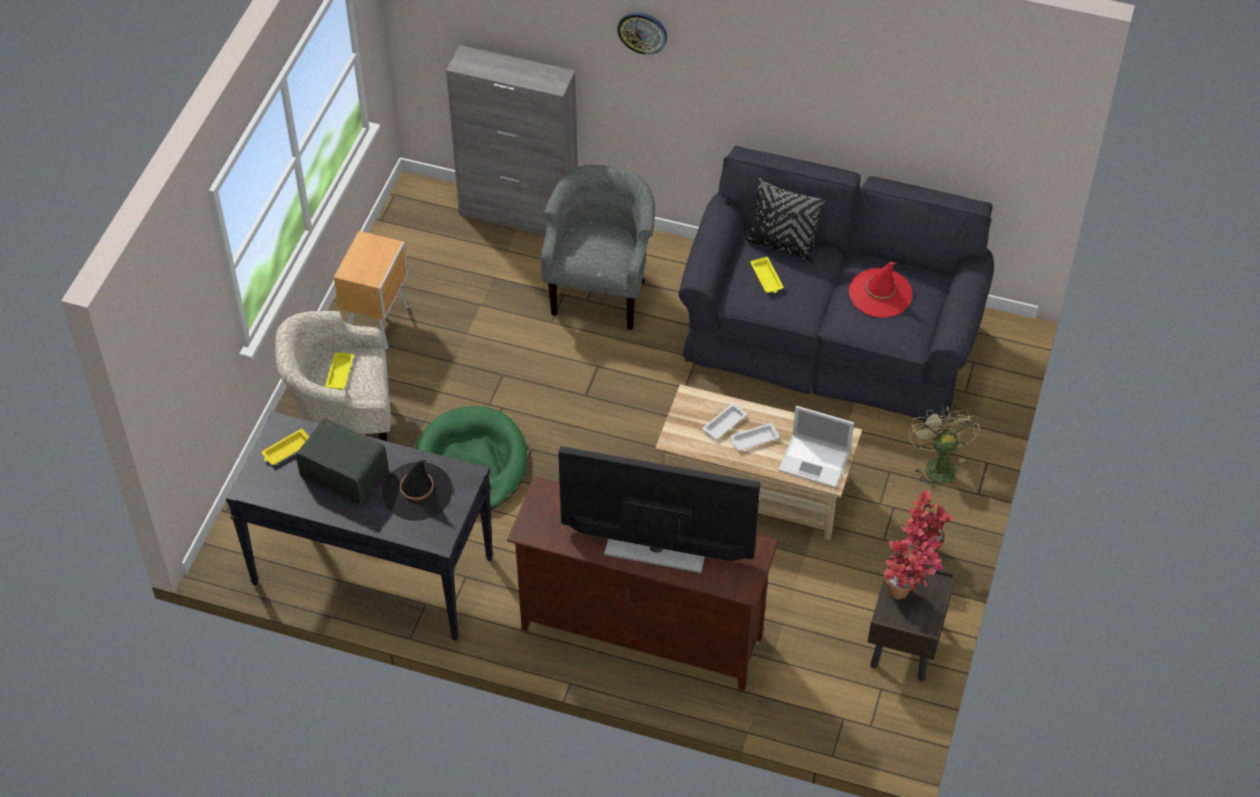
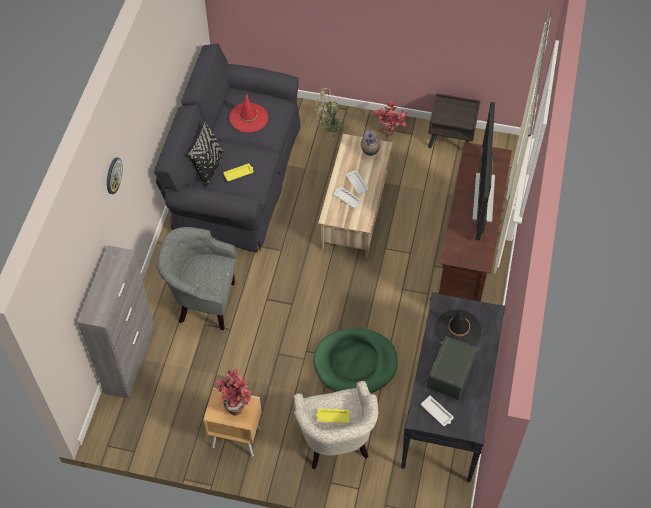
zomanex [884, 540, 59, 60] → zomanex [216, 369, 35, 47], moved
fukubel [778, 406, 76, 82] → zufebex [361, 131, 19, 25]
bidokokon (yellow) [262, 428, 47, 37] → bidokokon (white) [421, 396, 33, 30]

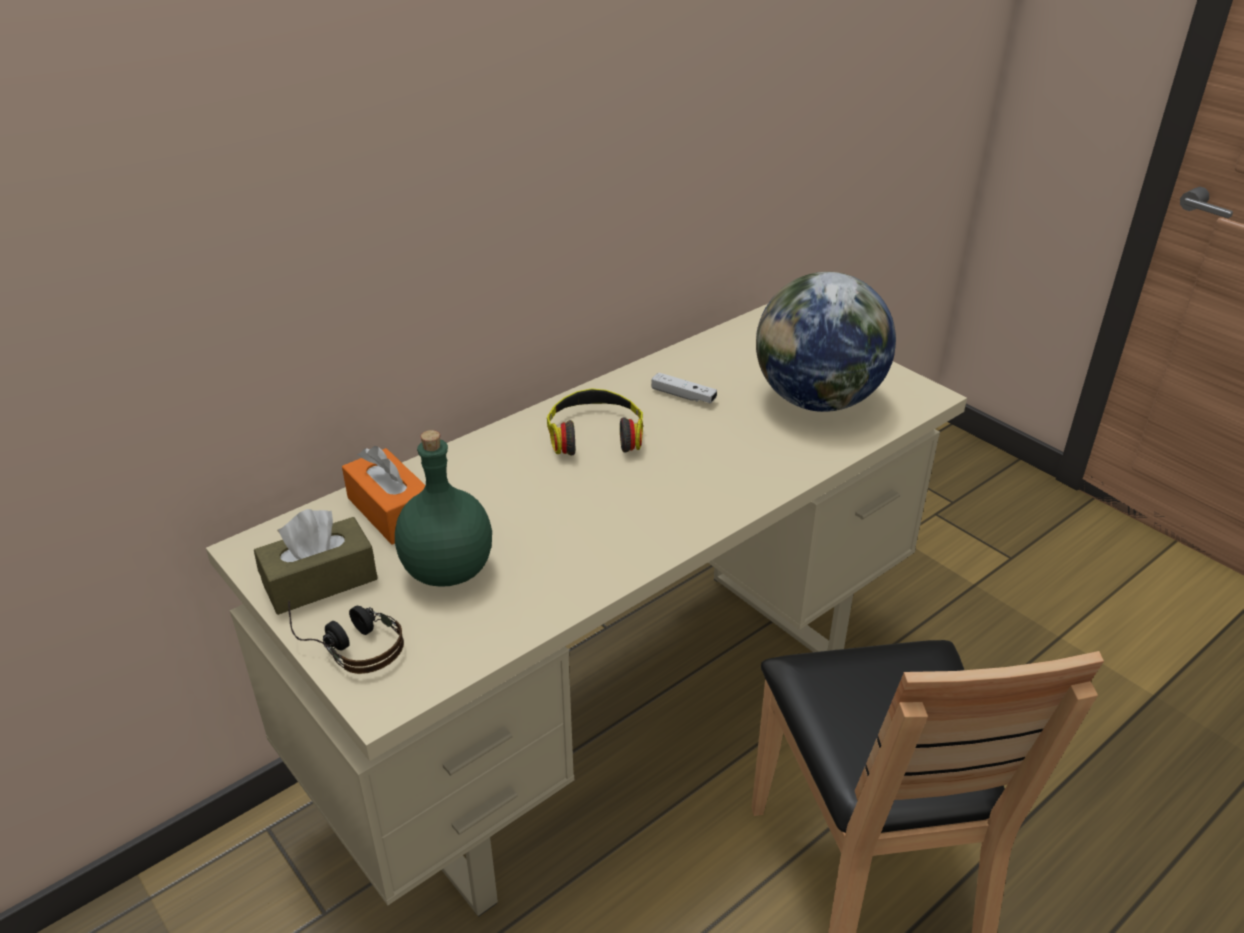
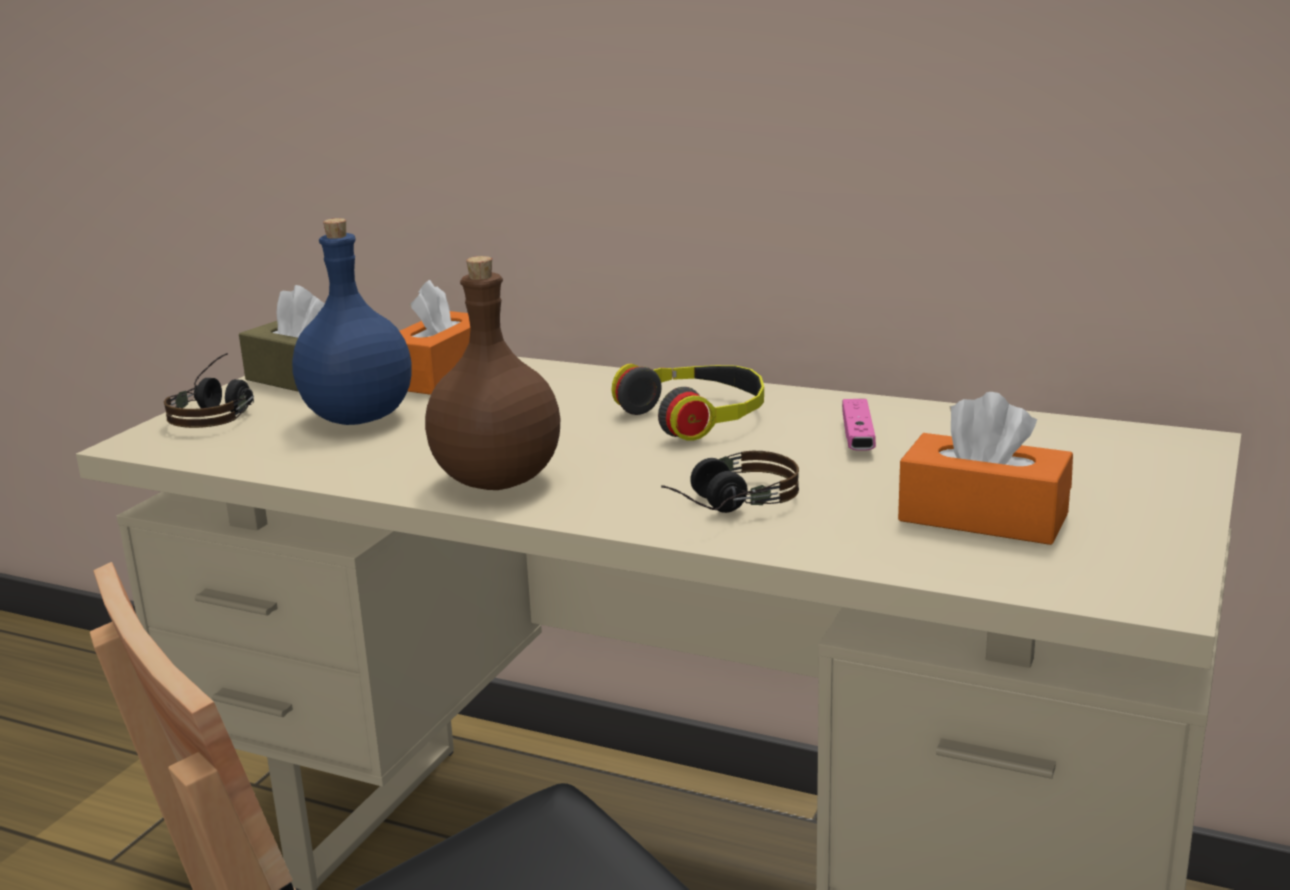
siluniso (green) [395, 430, 97, 157] → siluniso (blue) [292, 218, 119, 207]
- → siluniso (brown) [425, 256, 135, 234]
- → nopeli [661, 451, 138, 62]
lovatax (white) [651, 372, 66, 31] → lovatax (pink) [842, 399, 34, 51]
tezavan [756, 272, 140, 140] → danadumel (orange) [898, 392, 175, 153]

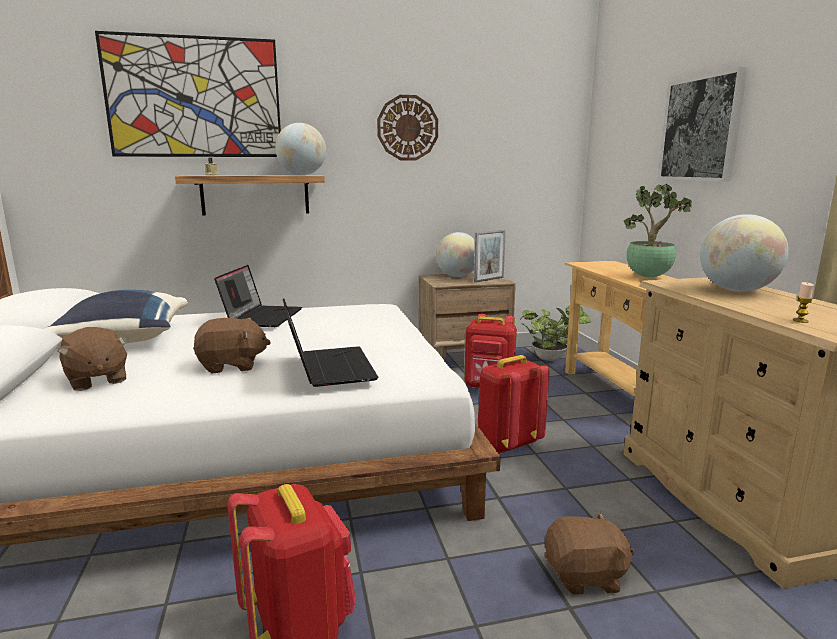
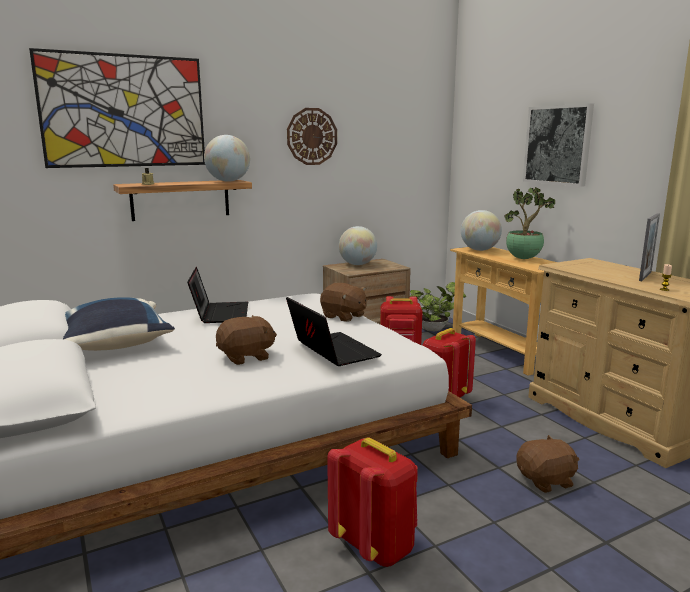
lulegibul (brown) [57, 327, 72, 64] → lulegibul (brown) [320, 283, 47, 39], moved
tezavan [700, 214, 89, 78] → tezavan [461, 210, 41, 41], moved
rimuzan [474, 230, 32, 53] → rimuzan [639, 213, 21, 68], moved

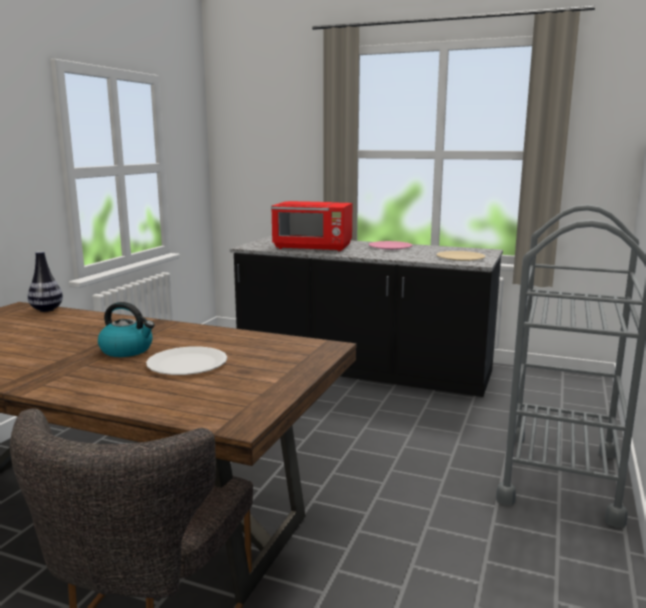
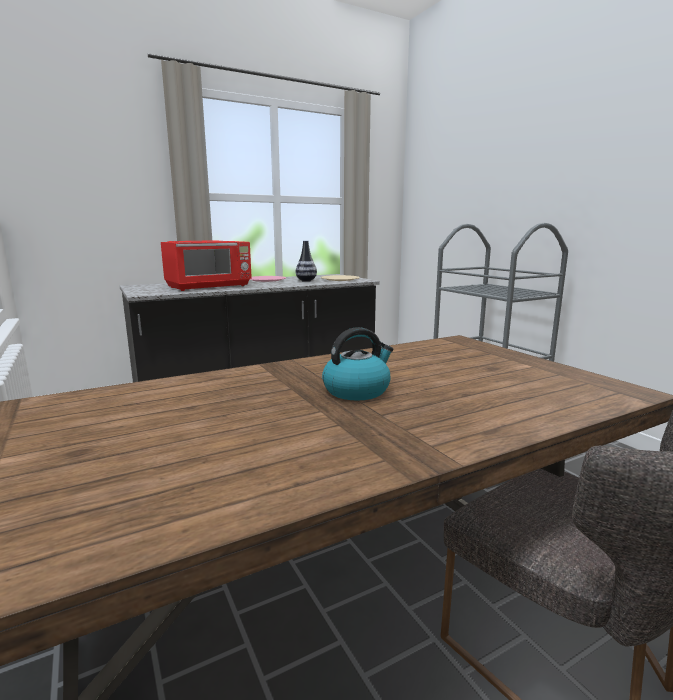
zufebex [28, 251, 35, 61] → zufebex [296, 240, 21, 42], moved
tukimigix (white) [146, 347, 81, 28] → -

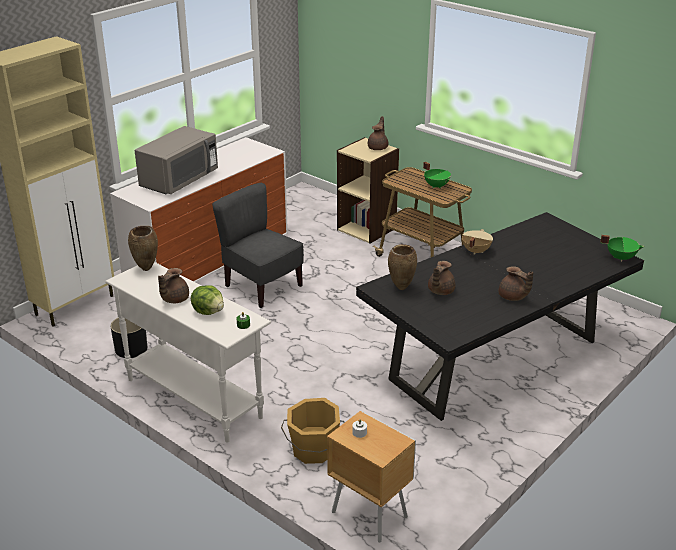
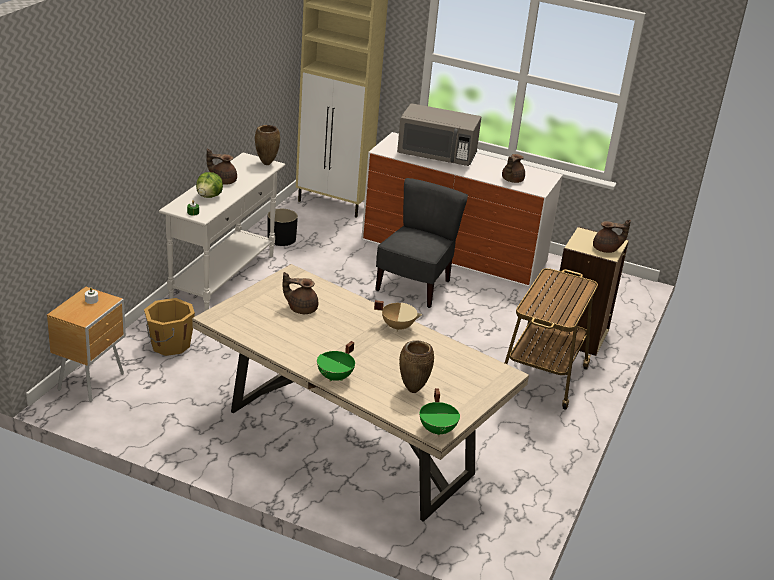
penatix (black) [356, 212, 288, 209] → penatix (beige) [192, 264, 337, 258]
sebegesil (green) [423, 162, 28, 26] → sebegesil (green) [317, 341, 38, 41], moved
zufebex (brown) [388, 244, 29, 46] → zufebex (brown) [399, 340, 35, 53], moved
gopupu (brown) [499, 266, 34, 35] → gopupu (brown) [502, 154, 23, 29], moved

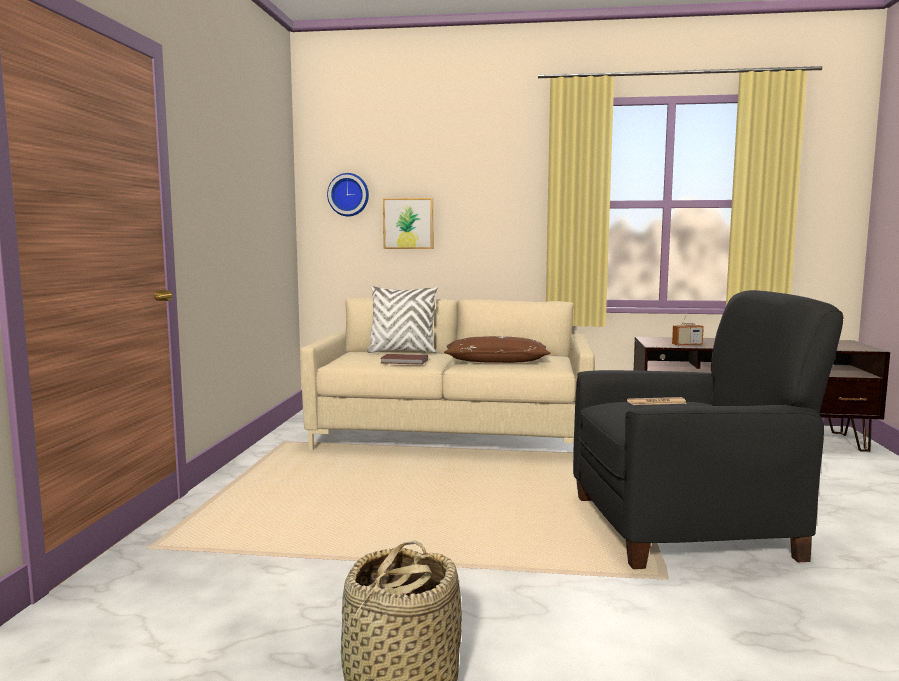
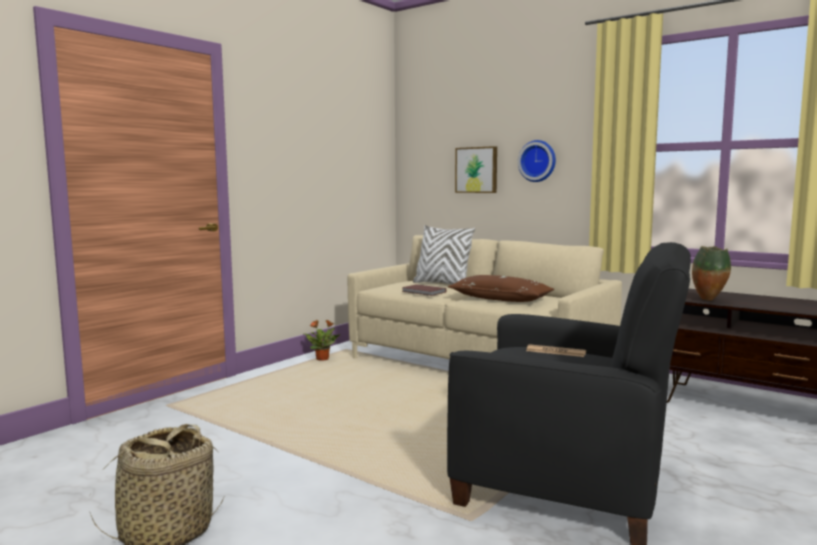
- → zomanex [303, 320, 38, 41]
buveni [327, 173, 42, 43] → buveni [518, 140, 38, 42], moved
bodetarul [672, 304, 32, 42] → zufebex [692, 246, 39, 55]

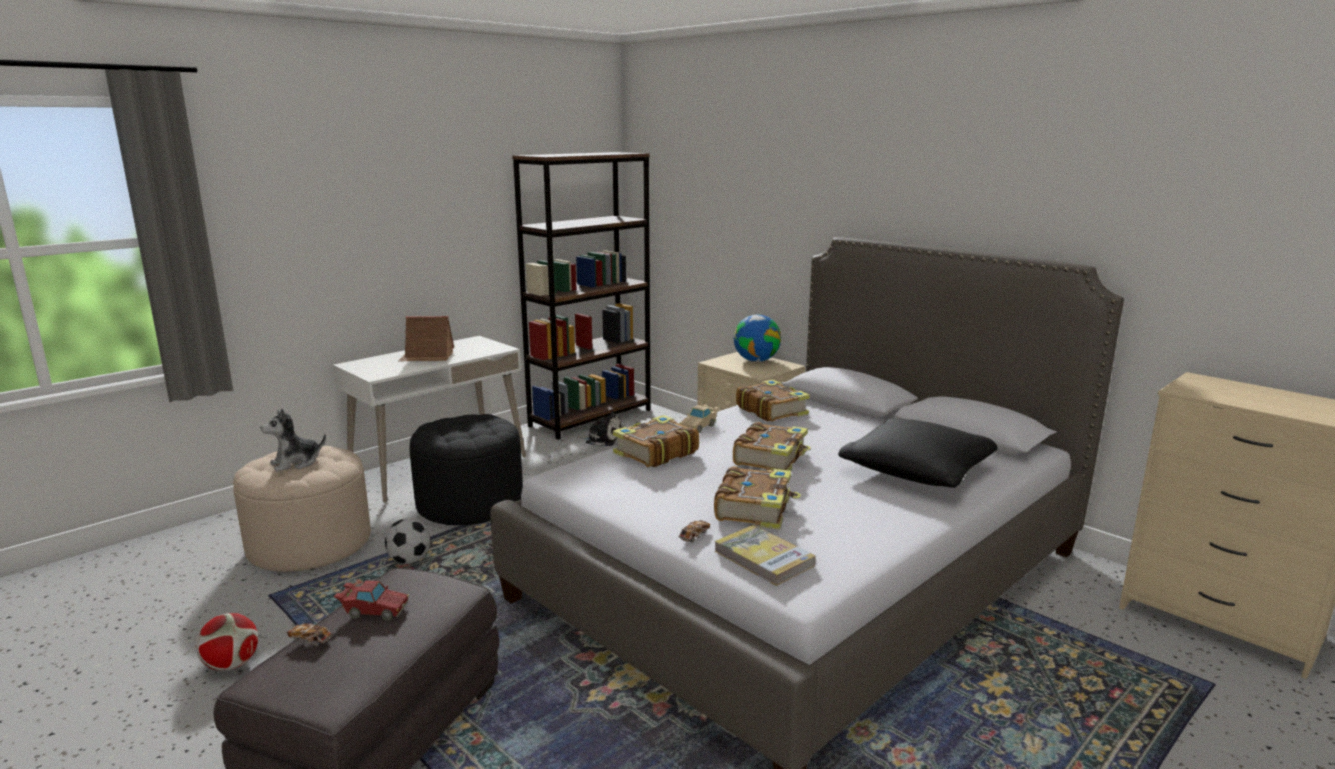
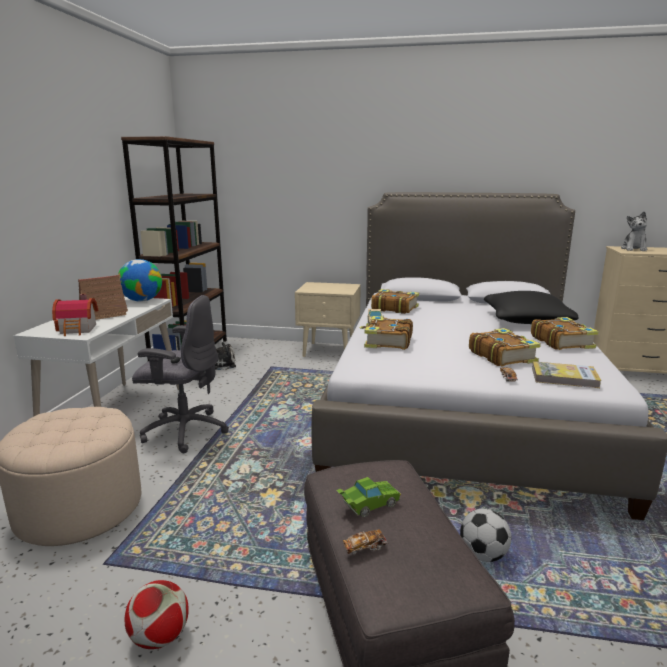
- → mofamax [52, 294, 46, 42]
tezavan [734, 315, 47, 47] → tezavan [118, 259, 44, 43], moved
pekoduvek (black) [409, 414, 114, 111] → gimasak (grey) [132, 295, 97, 158]
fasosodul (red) [334, 580, 75, 40] → fasosodul (green) [336, 477, 65, 40]
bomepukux [385, 518, 46, 46] → bomepukux [460, 509, 52, 53], moved
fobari [733, 422, 78, 49] → fobari [531, 317, 68, 33], moved
lulegibul [260, 409, 66, 63] → lulegibul [621, 211, 27, 40], moved

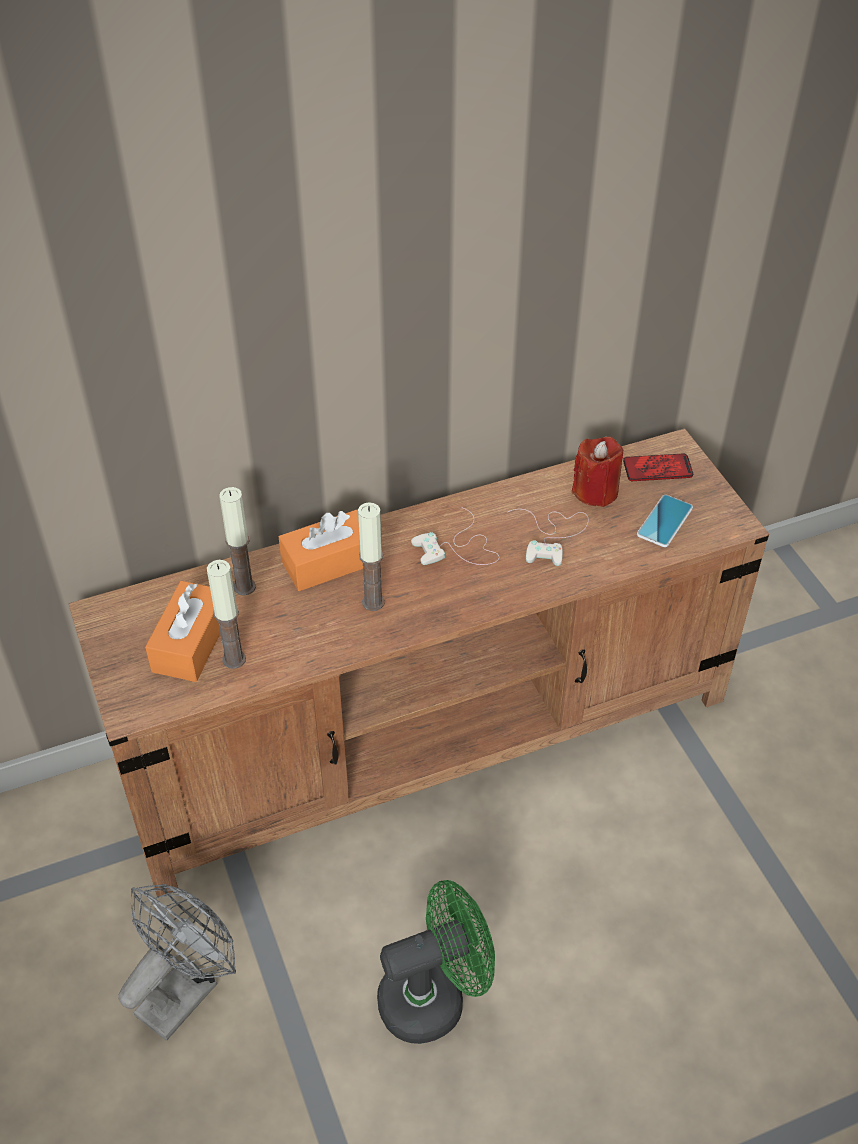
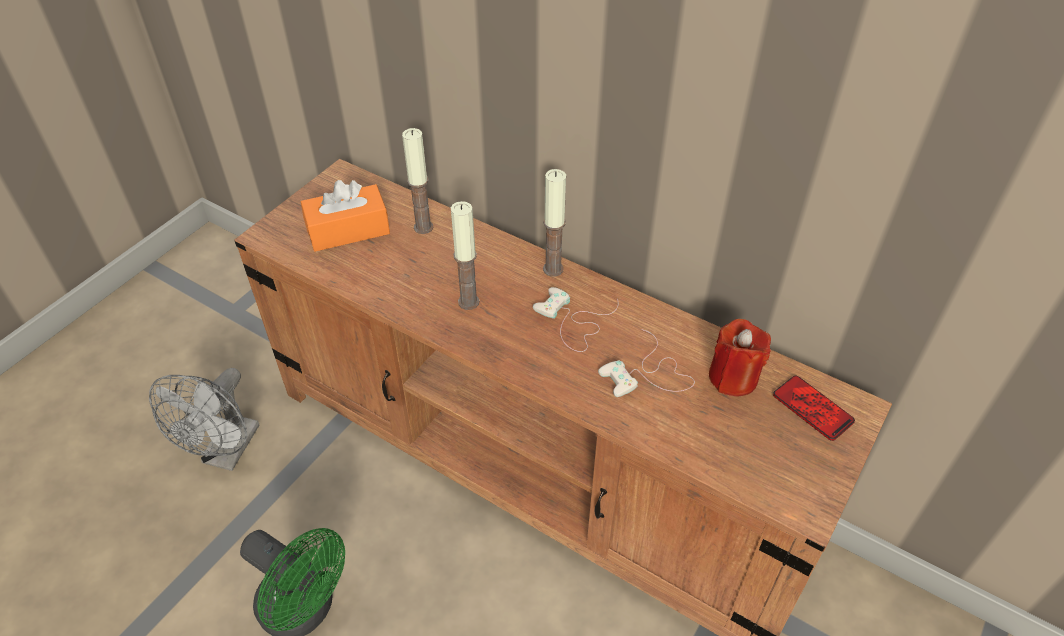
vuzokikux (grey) [118, 884, 118, 157] → vuzokikux (grey) [149, 368, 110, 103], 105 degrees clockwise
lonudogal [207, 560, 39, 109] → lonudogal [543, 169, 23, 108], moved
danadumel (orange) [279, 510, 84, 81] → -
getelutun [637, 495, 56, 52] → -

